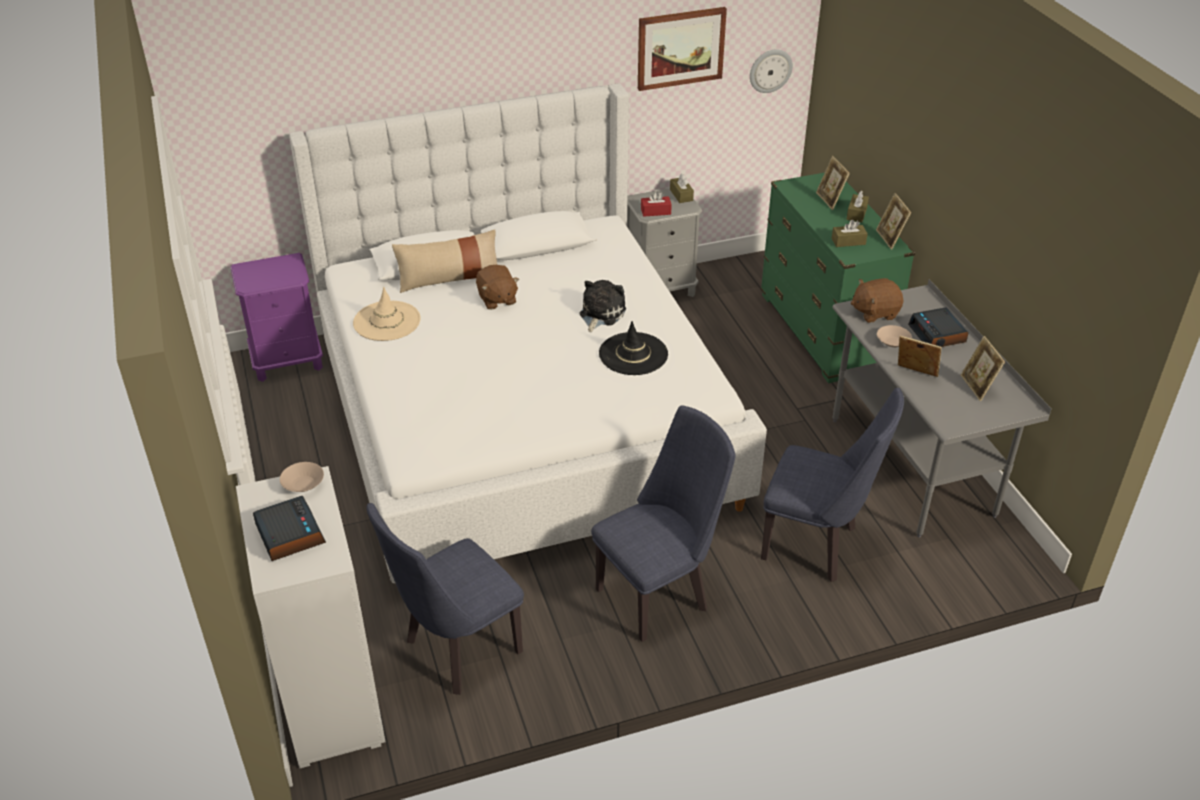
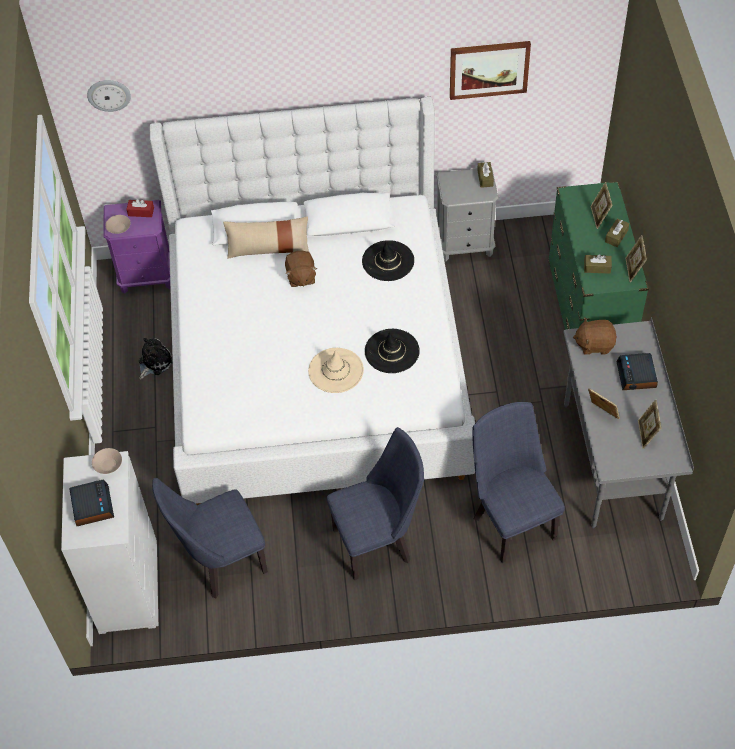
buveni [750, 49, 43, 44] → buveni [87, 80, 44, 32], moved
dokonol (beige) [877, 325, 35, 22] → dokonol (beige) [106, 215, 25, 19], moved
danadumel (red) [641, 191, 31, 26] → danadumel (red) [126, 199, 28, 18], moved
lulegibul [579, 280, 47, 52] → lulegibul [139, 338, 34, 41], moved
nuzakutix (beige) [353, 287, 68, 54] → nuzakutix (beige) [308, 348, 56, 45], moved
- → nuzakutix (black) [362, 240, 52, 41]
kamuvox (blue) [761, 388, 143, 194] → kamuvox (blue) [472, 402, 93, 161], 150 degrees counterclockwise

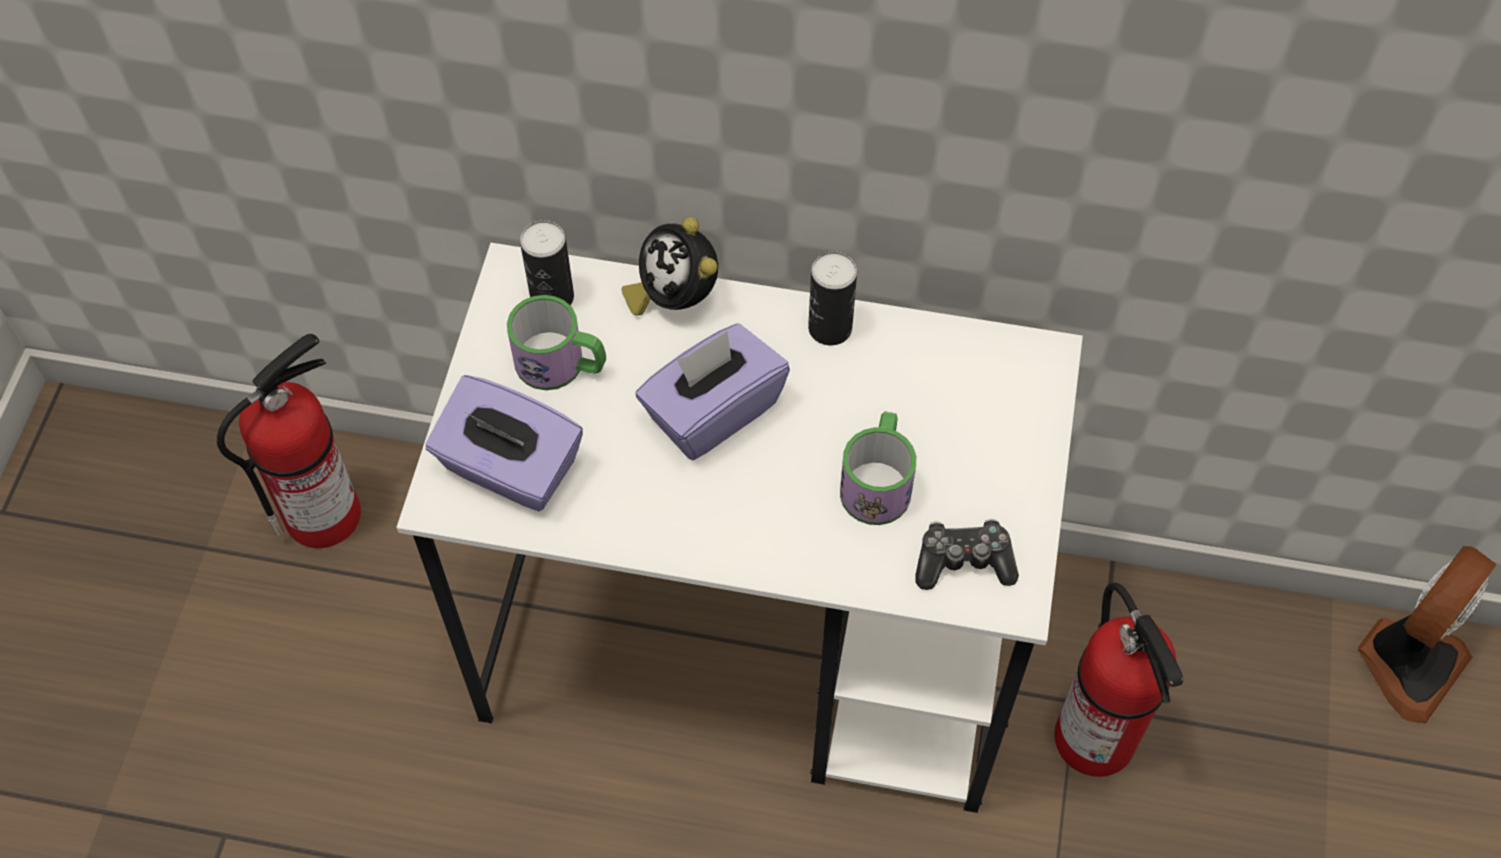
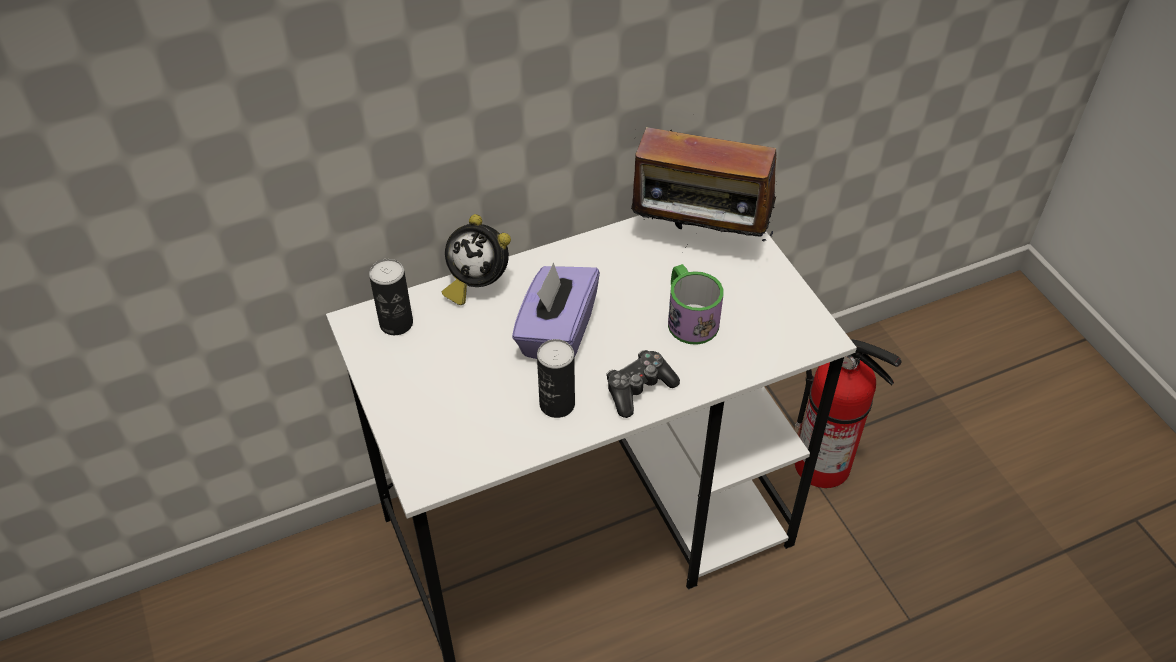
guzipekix [808, 251, 49, 95] → guzipekix [537, 339, 38, 79], moved
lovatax [915, 519, 104, 71] → lovatax [606, 350, 74, 68], moved
- → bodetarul [631, 127, 146, 118]
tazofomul [217, 334, 144, 214] → -
danadumel (purple) [425, 375, 158, 136] → -
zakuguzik [507, 295, 99, 95] → -
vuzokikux [1358, 546, 139, 178] → -

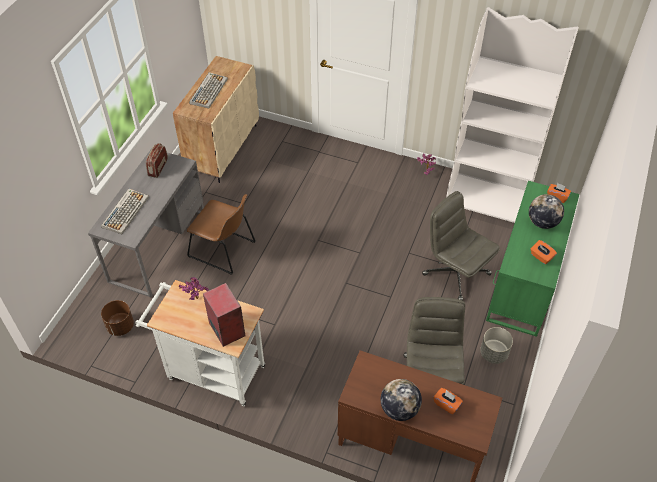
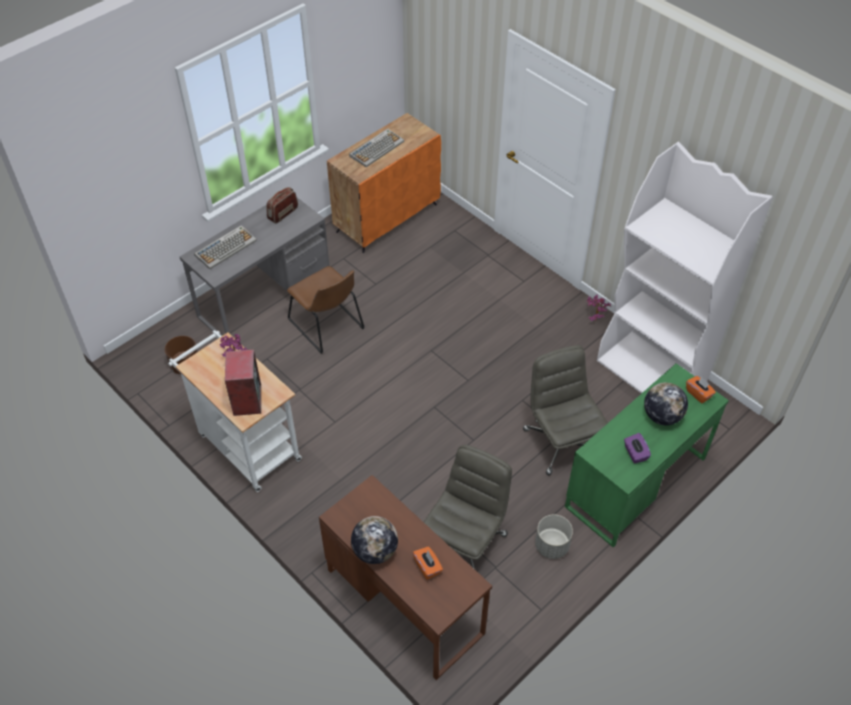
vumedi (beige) [173, 56, 86, 127] → vumedi (orange) [327, 113, 114, 140]
danadumel (orange) [531, 240, 26, 24] → danadumel (purple) [624, 433, 27, 31]

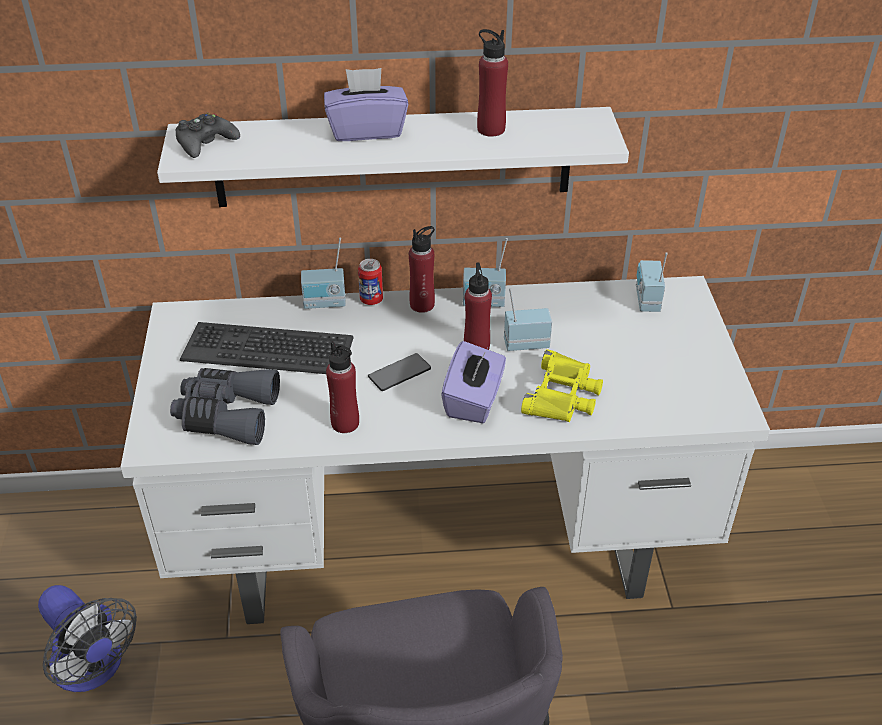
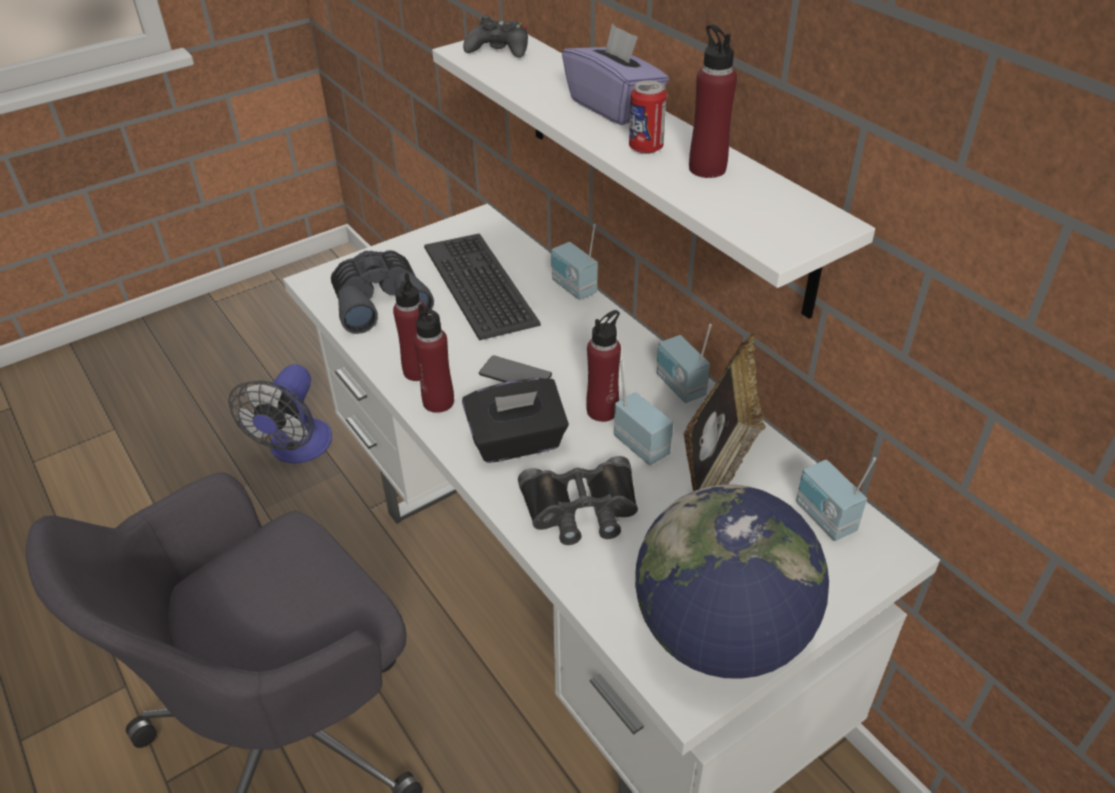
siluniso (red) [409, 226, 26, 87] → siluniso (red) [414, 304, 40, 109], moved
danadumel (purple) [441, 341, 65, 82] → danadumel (black) [462, 378, 107, 85]
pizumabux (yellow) [521, 349, 82, 73] → pizumabux (black) [518, 456, 120, 89]
guzipekix [358, 259, 25, 46] → guzipekix [629, 80, 38, 74], moved
- → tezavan [635, 484, 194, 195]
- → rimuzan [684, 334, 82, 157]
bodetarul [636, 252, 32, 60] → bodetarul [796, 457, 80, 84], 90 degrees counterclockwise

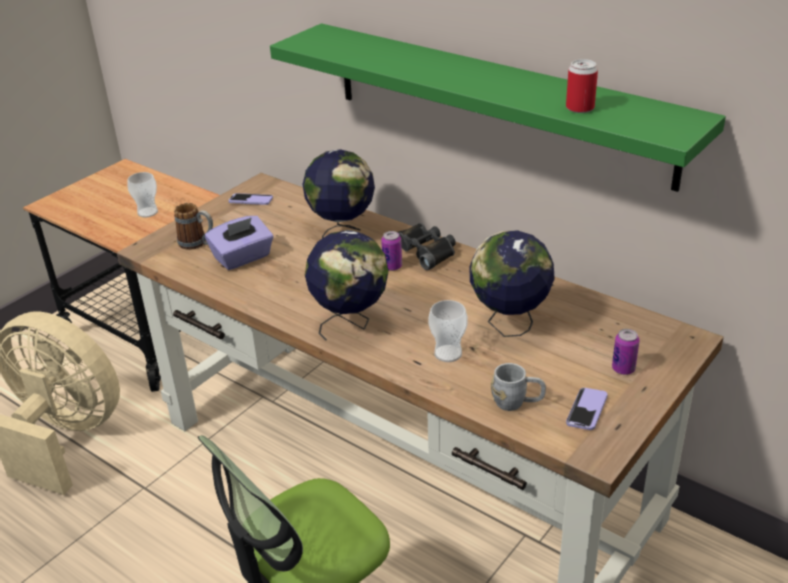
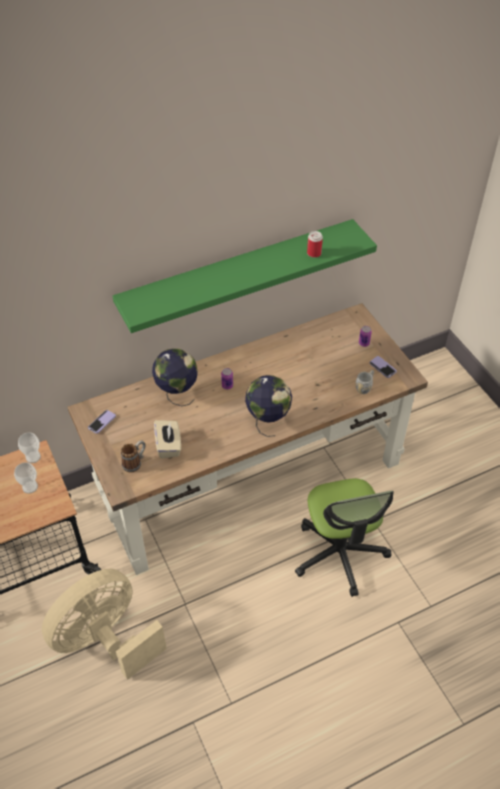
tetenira [428, 300, 40, 62] → tetenira [18, 433, 23, 30], moved
danadumel (purple) [205, 216, 68, 54] → danadumel (beige) [154, 420, 27, 39]
pizumabux (black) [398, 223, 58, 47] → -
tezavan [469, 231, 86, 106] → -

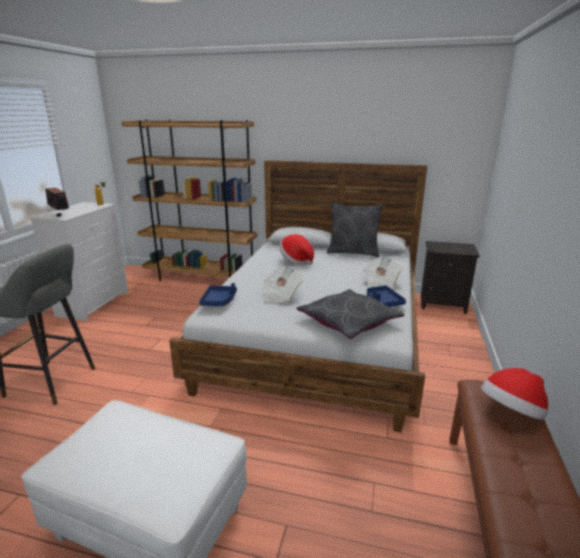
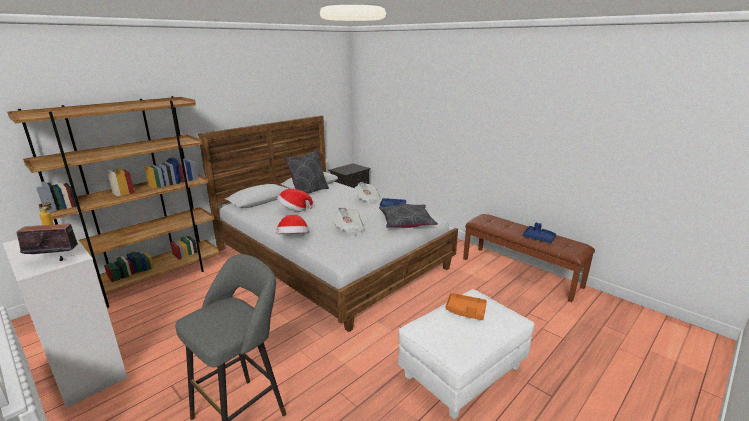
nuzakutix [481, 368, 67, 52] → nuzakutix [276, 215, 33, 19], moved
- → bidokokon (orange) [445, 293, 42, 27]
bidokokon (blue) [199, 283, 38, 23] → bidokokon (blue) [523, 222, 33, 21], moved

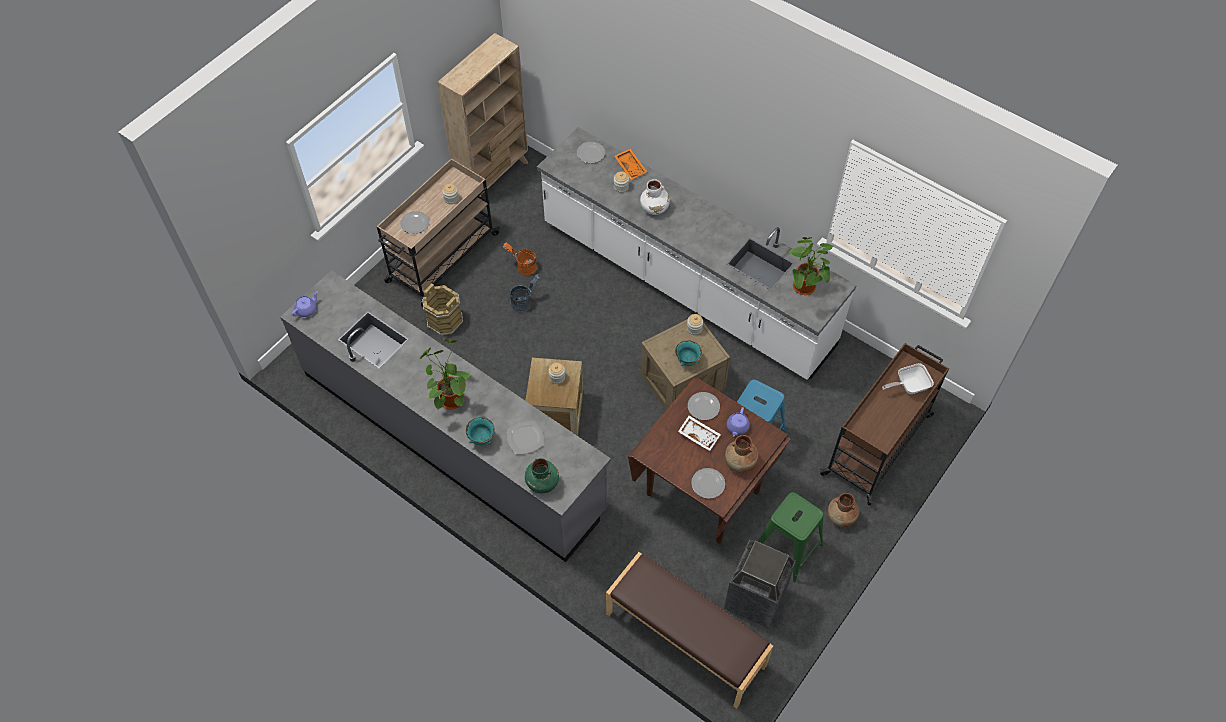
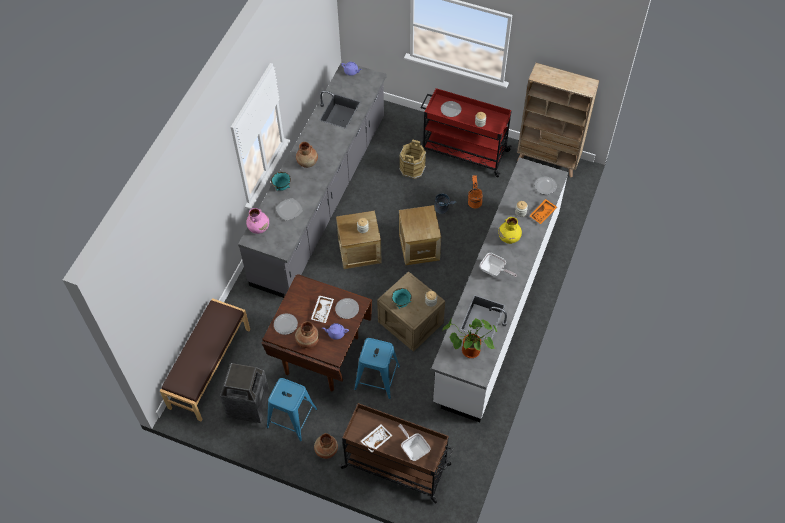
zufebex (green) [525, 458, 34, 35] → zufebex (pink) [246, 208, 23, 26]
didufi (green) [758, 492, 66, 90] → didufi (blue) [267, 378, 50, 64]
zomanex [419, 338, 52, 72] → zufebex (brown) [296, 142, 22, 26]
- → bidokokon (white) [361, 424, 32, 29]
- → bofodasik [399, 205, 42, 60]
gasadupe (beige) [377, 158, 123, 148] → gasadupe (red) [421, 88, 91, 90]
- → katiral [480, 253, 37, 24]
zufebex (white) [640, 179, 30, 36] → zufebex (yellow) [498, 217, 24, 27]

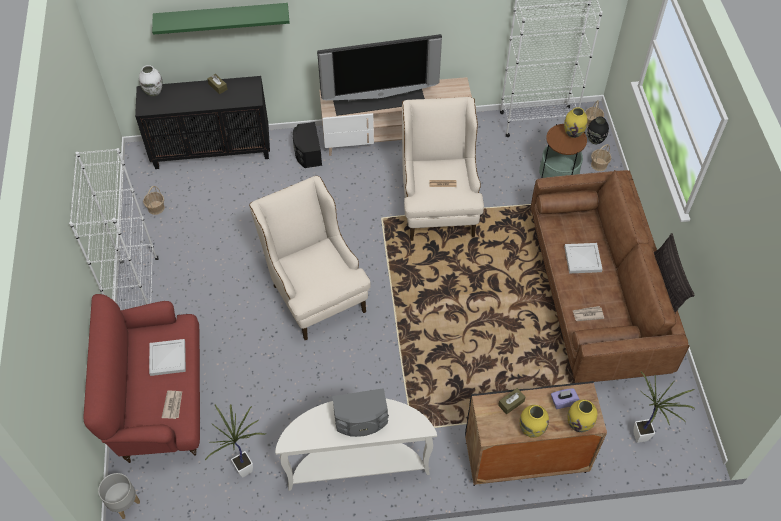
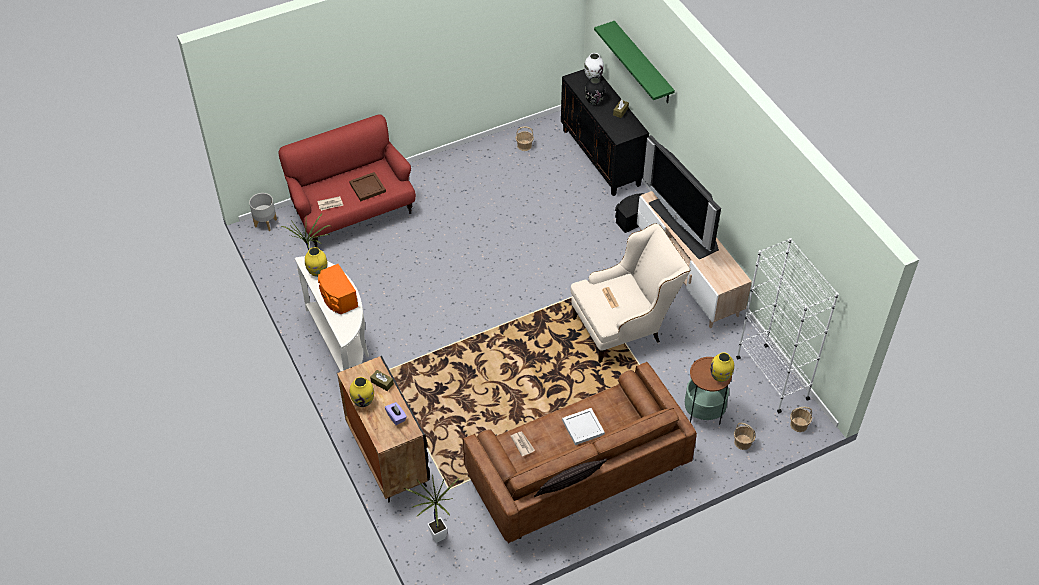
zufebex (yellow) [567, 400, 30, 32] → zufebex (yellow) [305, 247, 22, 30], moved
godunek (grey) [332, 388, 57, 49] → godunek (orange) [318, 264, 40, 50]
bidokokon (white) [149, 339, 37, 37] → bidokokon (brown) [349, 172, 37, 29]
zufebex (black) [587, 117, 22, 27] → zufebex (black) [585, 77, 20, 28], moved
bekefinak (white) [69, 148, 90, 161] → -
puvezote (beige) [249, 176, 121, 164] → -

